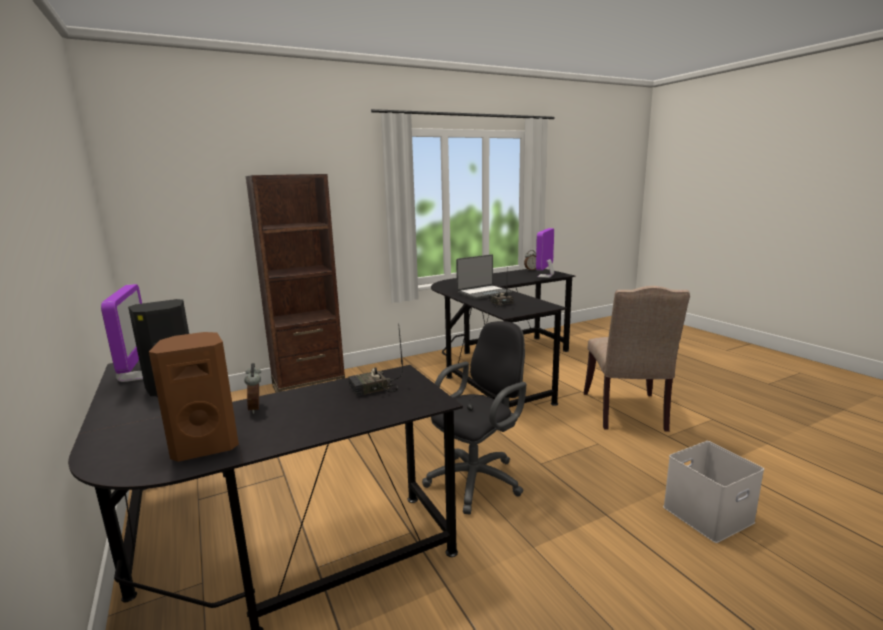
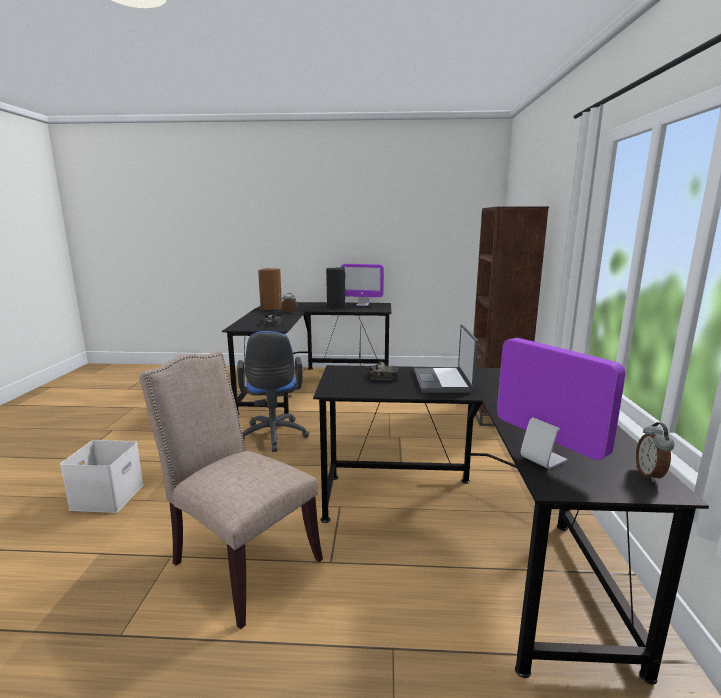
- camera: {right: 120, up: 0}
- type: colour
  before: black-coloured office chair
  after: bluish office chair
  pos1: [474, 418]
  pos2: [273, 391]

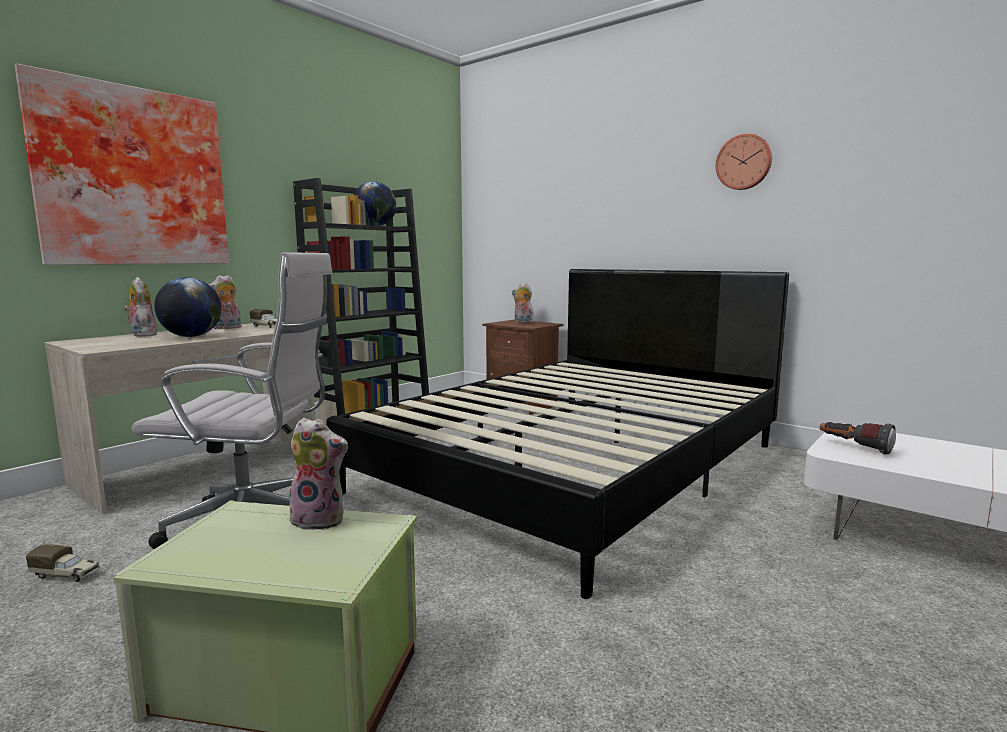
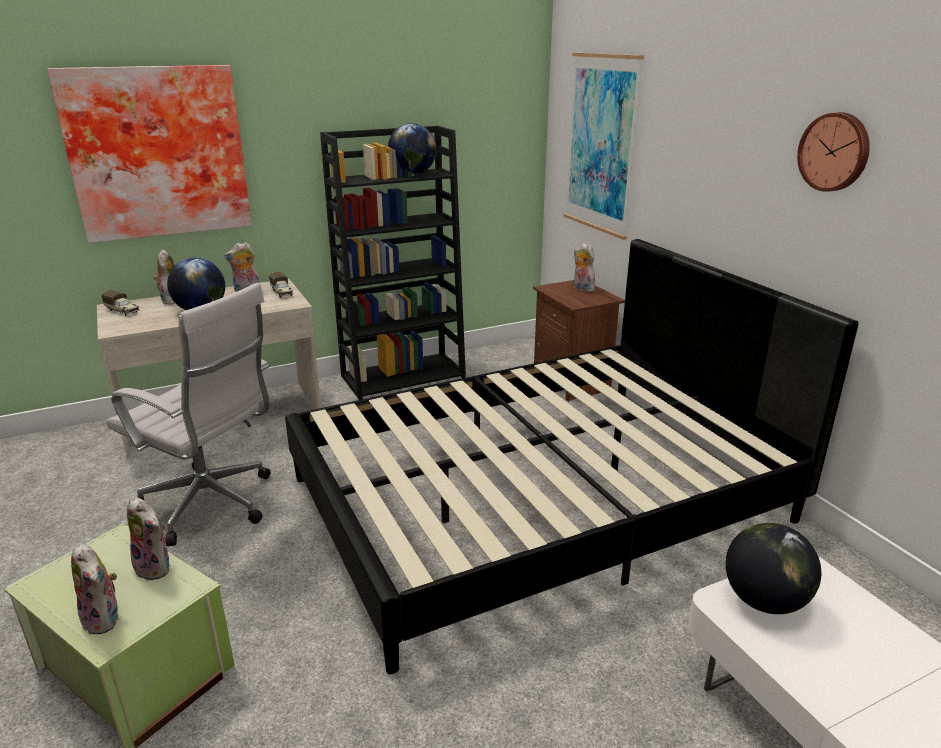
- camera: {right: 25, up: 15}
- type: exchanged
  before: hand torch
  after: world globe
  pos1: [858, 438]
  pos2: [773, 568]
- type: relocated
  before: toy lorry
  pos1: [63, 563]
  pos2: [120, 303]
- type: appeared
  after: wall art
  pos2: [603, 146]
- type: appeared
  after: soft toy
  pos2: [95, 588]

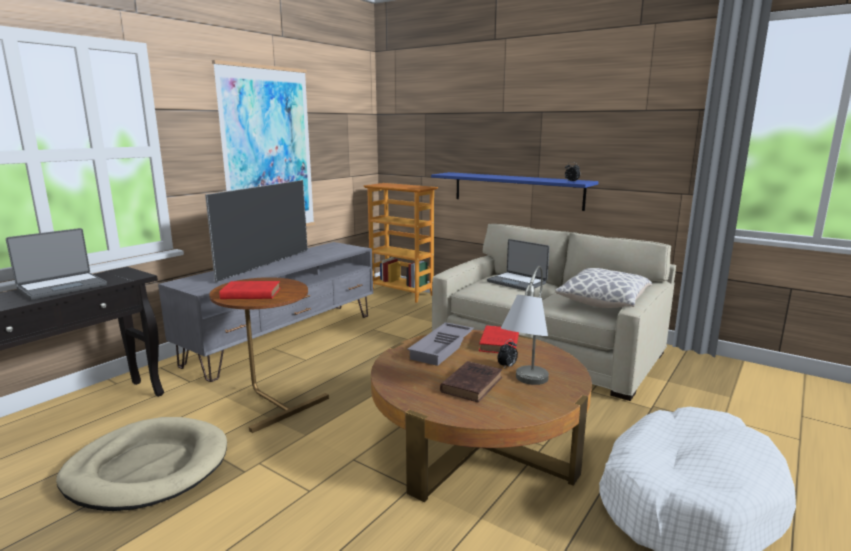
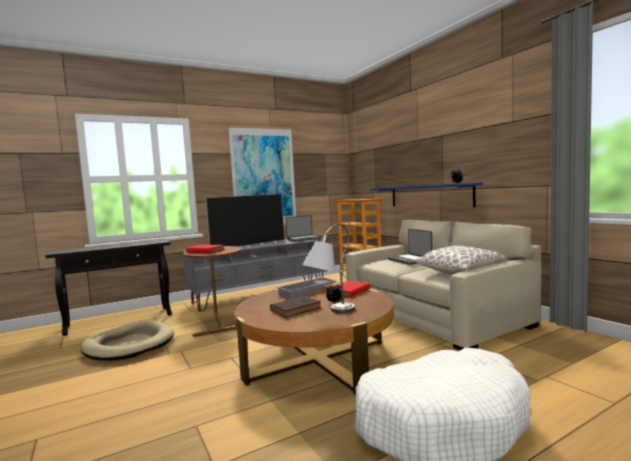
- camera: {right: 25, up: -10}
- type: relocated
  before: laptop
  pos1: [56, 264]
  pos2: [303, 228]

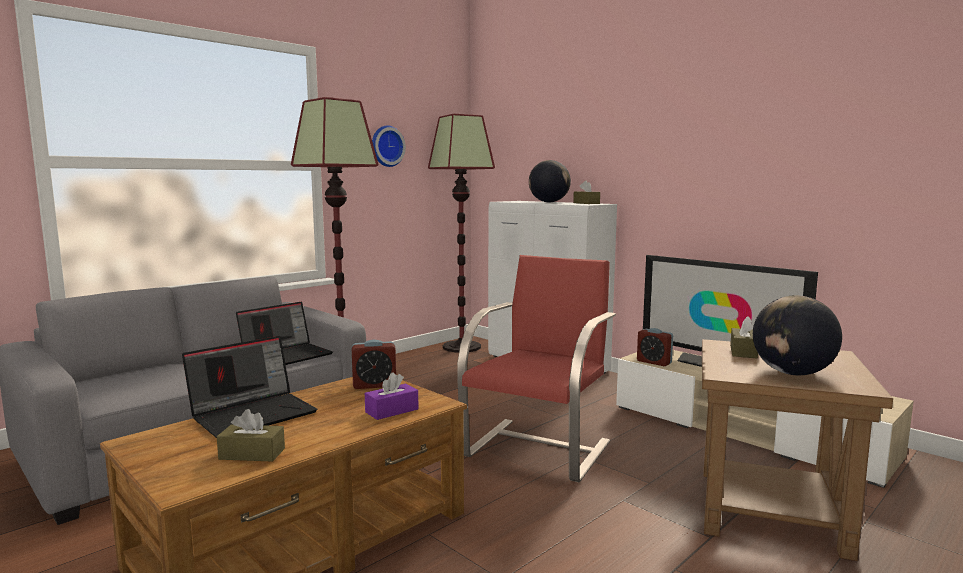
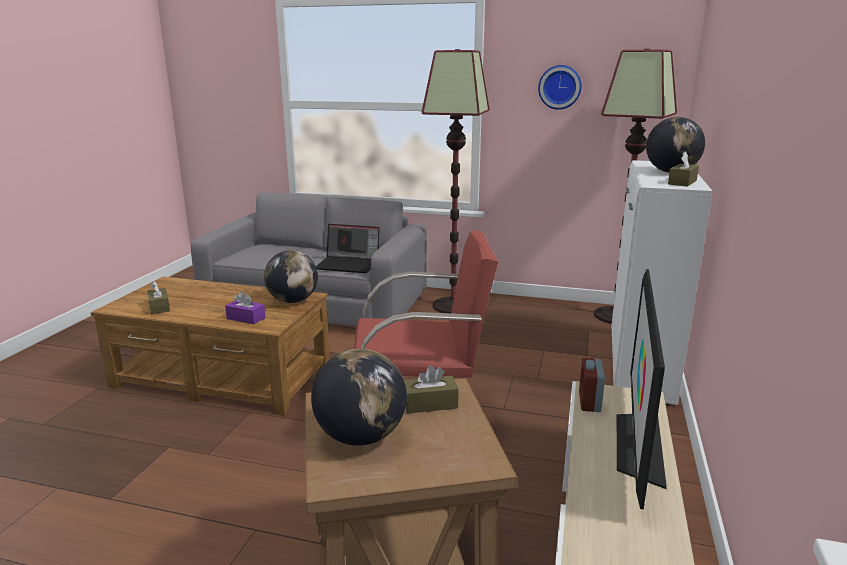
- camera: {right: 60, up: 10}
- type: missing
  before: laptop
  pos1: [249, 387]
- type: exchanged
  before: alarm clock
  after: world globe
  pos1: [374, 364]
  pos2: [291, 276]

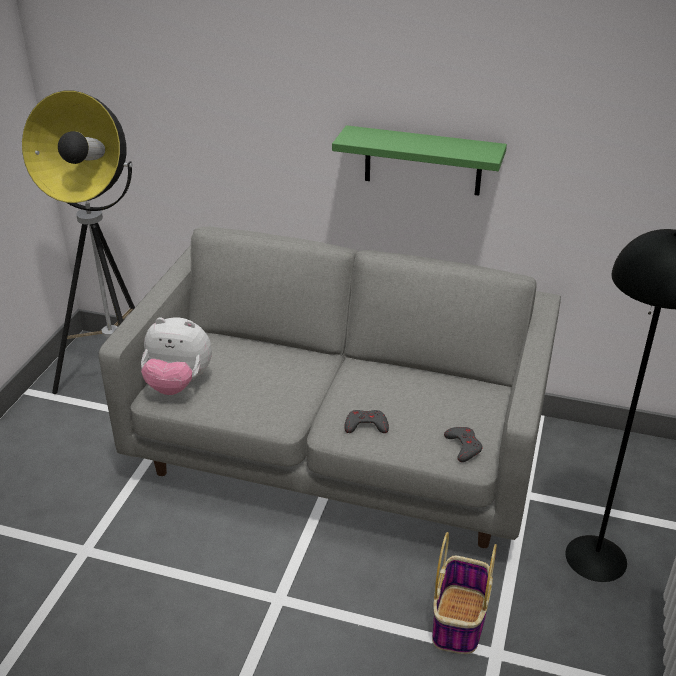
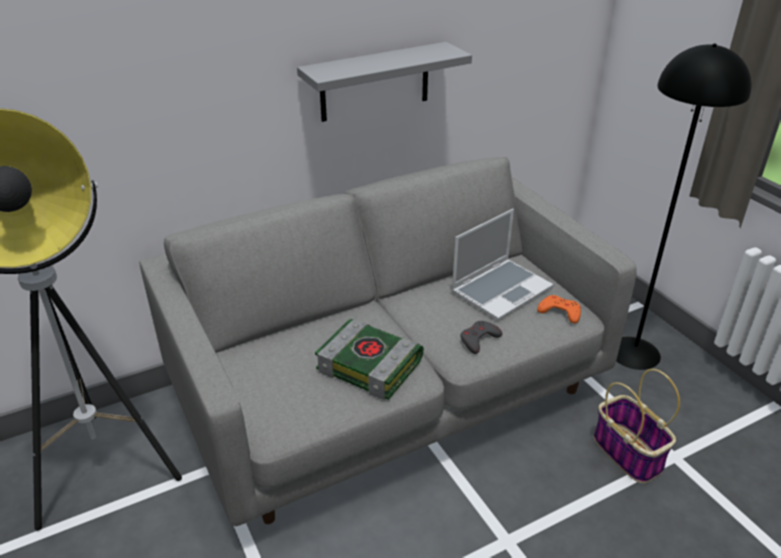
- camera: {right: -45, up: 0}
- type: colour
  before: green wall shelf
  after: greyish wall shelf
  pos1: [419, 160]
  pos2: [384, 82]
- type: missing
  before: soft toy
  pos1: [176, 356]
- type: colour
  before: greyish game controller
  after: orange game controller
  pos1: [463, 444]
  pos2: [559, 309]
- type: appeared
  after: laptop
  pos2: [502, 265]
- type: appeared
  after: bound book
  pos2: [369, 359]

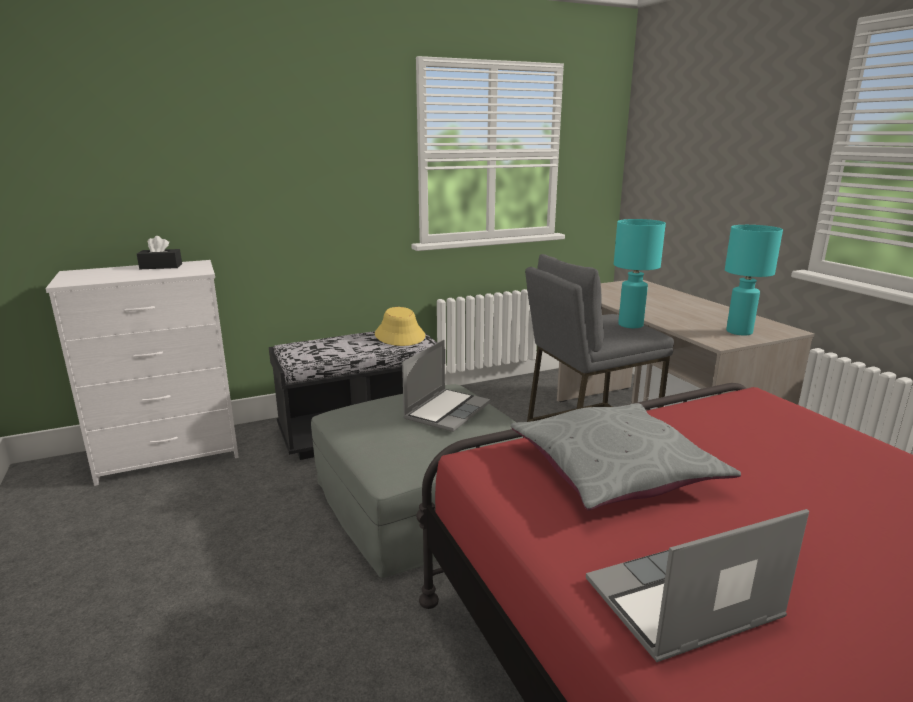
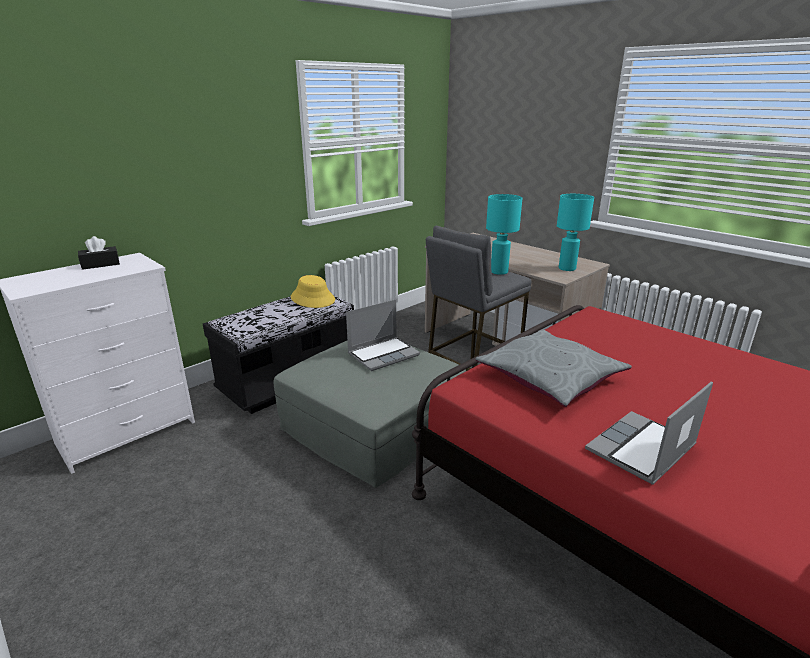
- camera: {right: -20, up: 5}
- type: spun
  before: laptop
  pos1: [446, 386]
  pos2: [383, 335]
  turn: 45

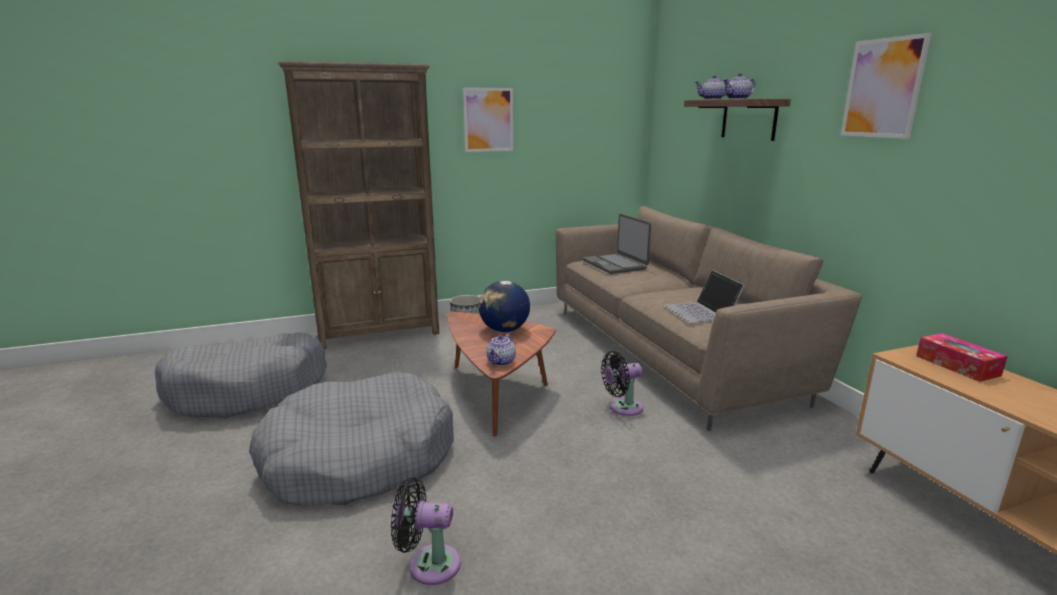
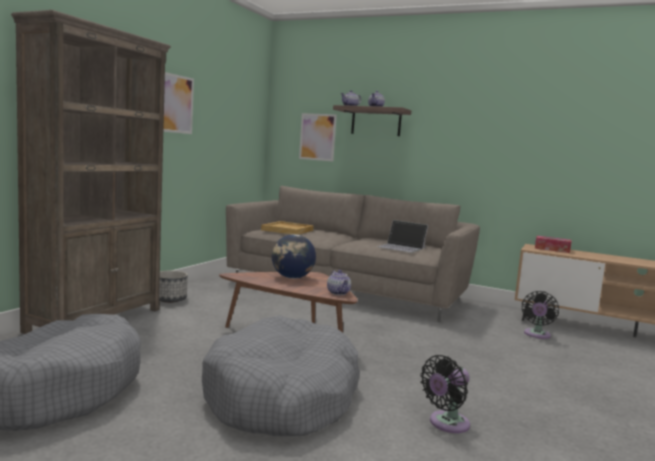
- camera: {right: -45, up: -10}
- type: relocated
  before: wall art
  pos1: [886, 86]
  pos2: [318, 137]
- type: exchanged
  before: laptop
  after: beige-coloured carrying tray
  pos1: [617, 244]
  pos2: [287, 228]
- type: relocated
  before: black-coloured fan
  pos1: [622, 383]
  pos2: [540, 315]

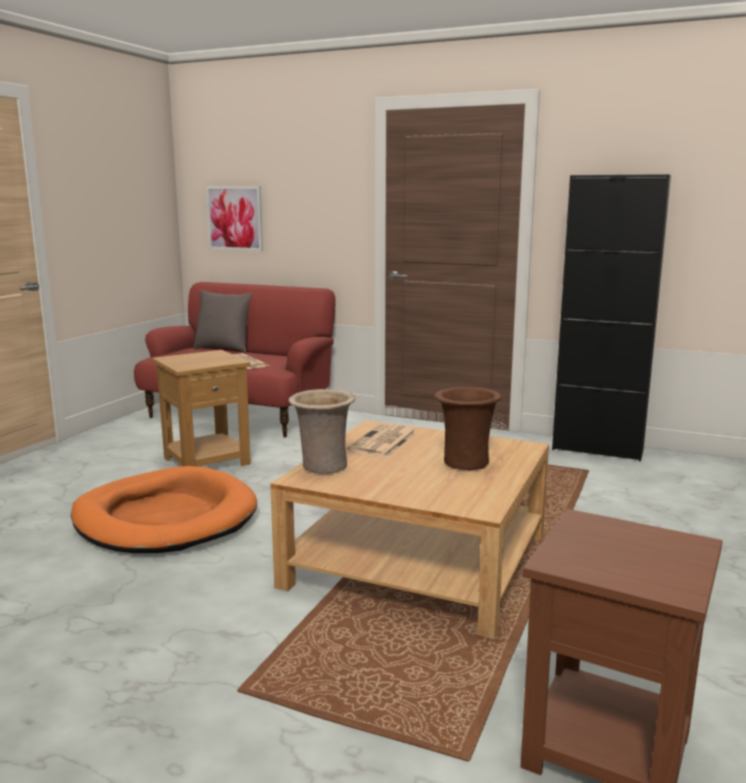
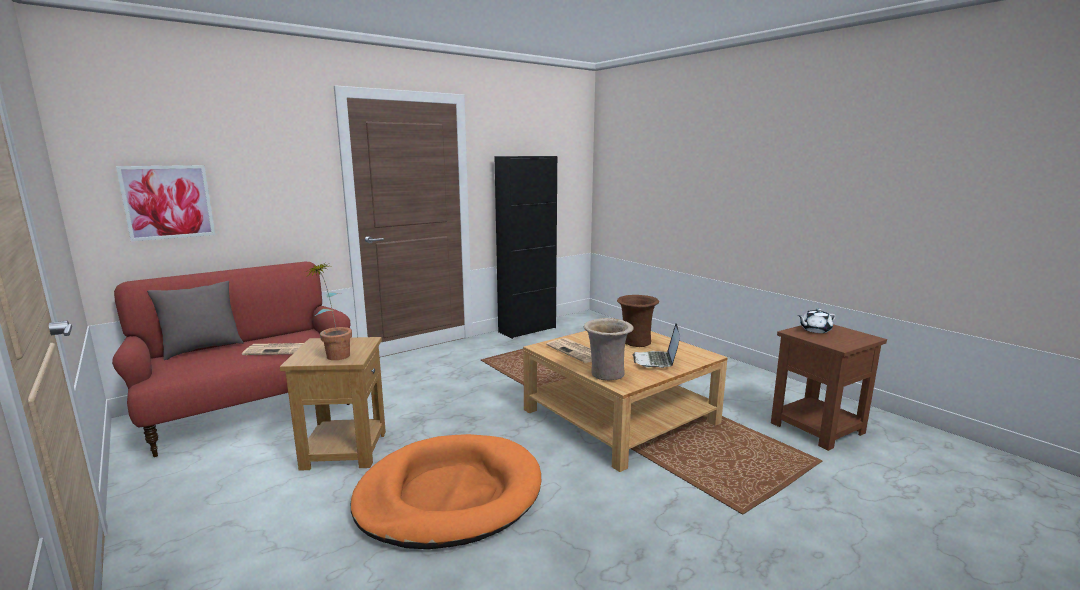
- camera: {right: -60, up: 0}
- type: appeared
  after: plant in a pot
  pos2: [328, 311]
- type: appeared
  after: white tea pot
  pos2: [817, 320]
- type: appeared
  after: laptop
  pos2: [656, 345]

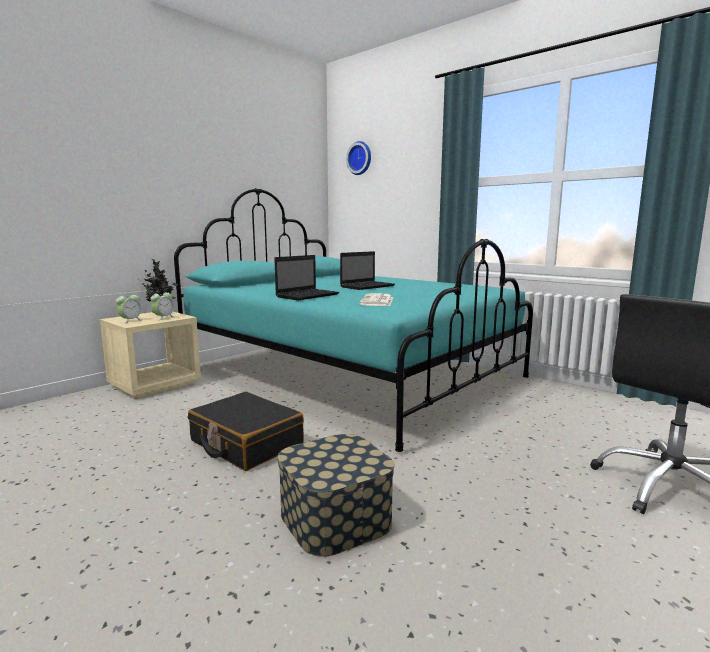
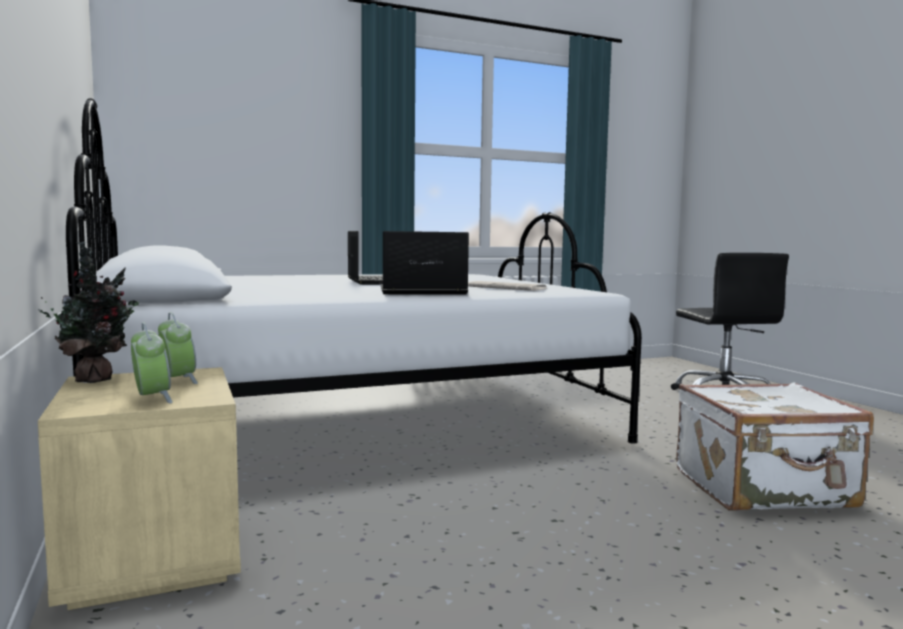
- camera: {right: -65, up: -5}
- type: missing
  before: wall clock
  pos1: [358, 158]
- type: colour
  before: turquoise-coloured bedroom bed
  after: white bedroom bed
  pos1: [353, 320]
  pos2: [354, 271]
- type: spun
  before: laptop
  pos1: [306, 278]
  pos2: [425, 262]
  turn: -75
- type: missing
  before: black-coloured suitcase
  pos1: [246, 431]
- type: exchanged
  before: storage bin
  after: white suitcase
  pos1: [336, 495]
  pos2: [775, 446]

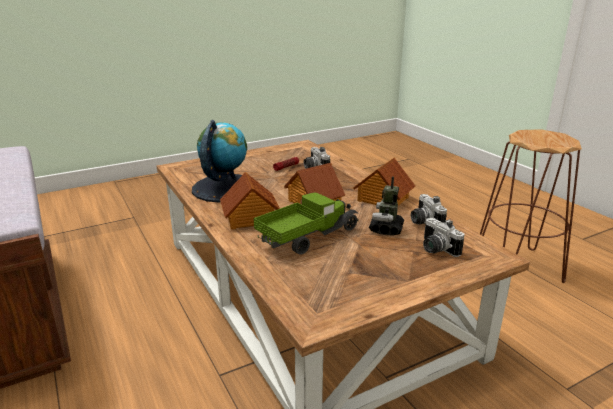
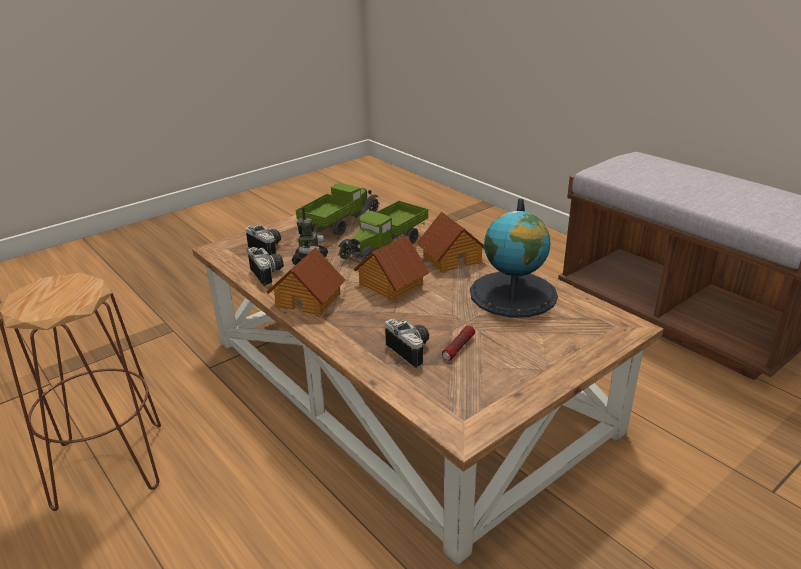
- camera: {right: 170, up: 5}
- type: appeared
  after: toy lorry
  pos2: [338, 209]

